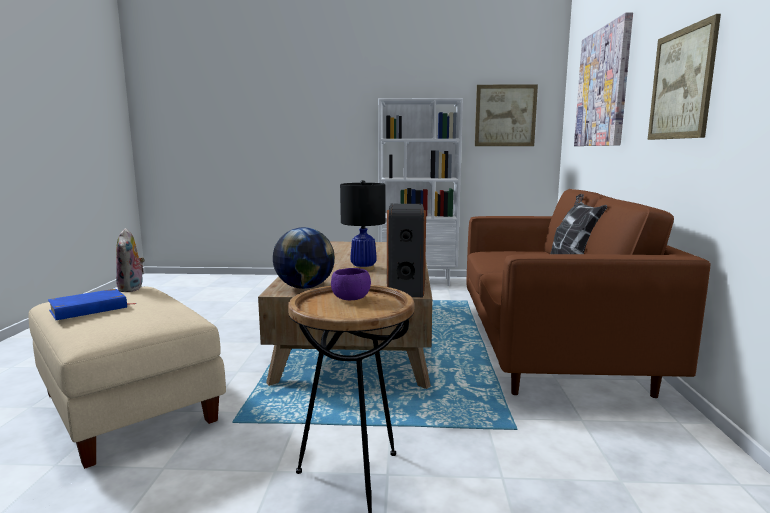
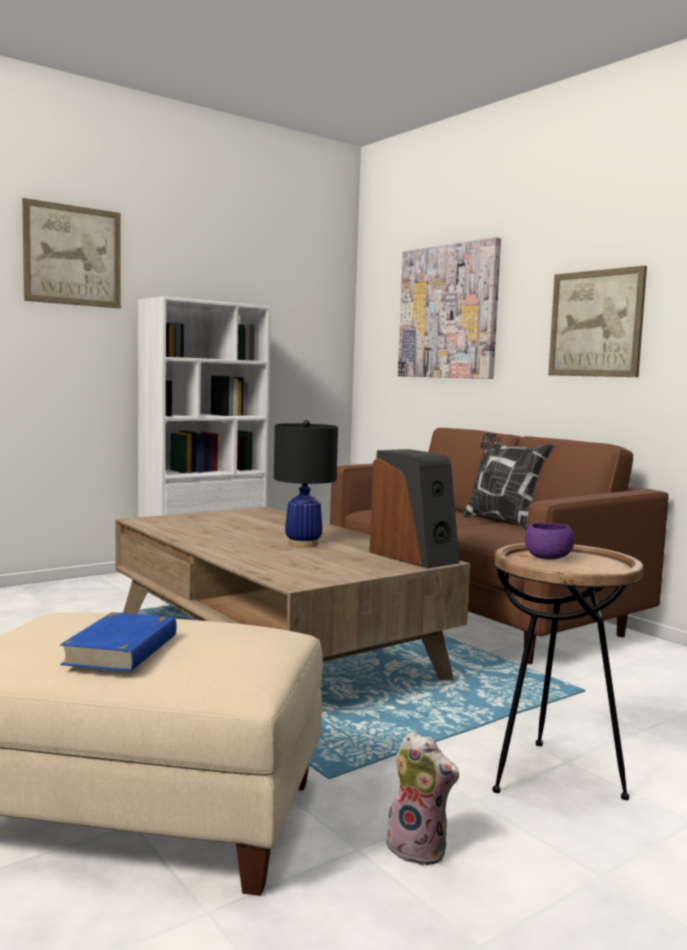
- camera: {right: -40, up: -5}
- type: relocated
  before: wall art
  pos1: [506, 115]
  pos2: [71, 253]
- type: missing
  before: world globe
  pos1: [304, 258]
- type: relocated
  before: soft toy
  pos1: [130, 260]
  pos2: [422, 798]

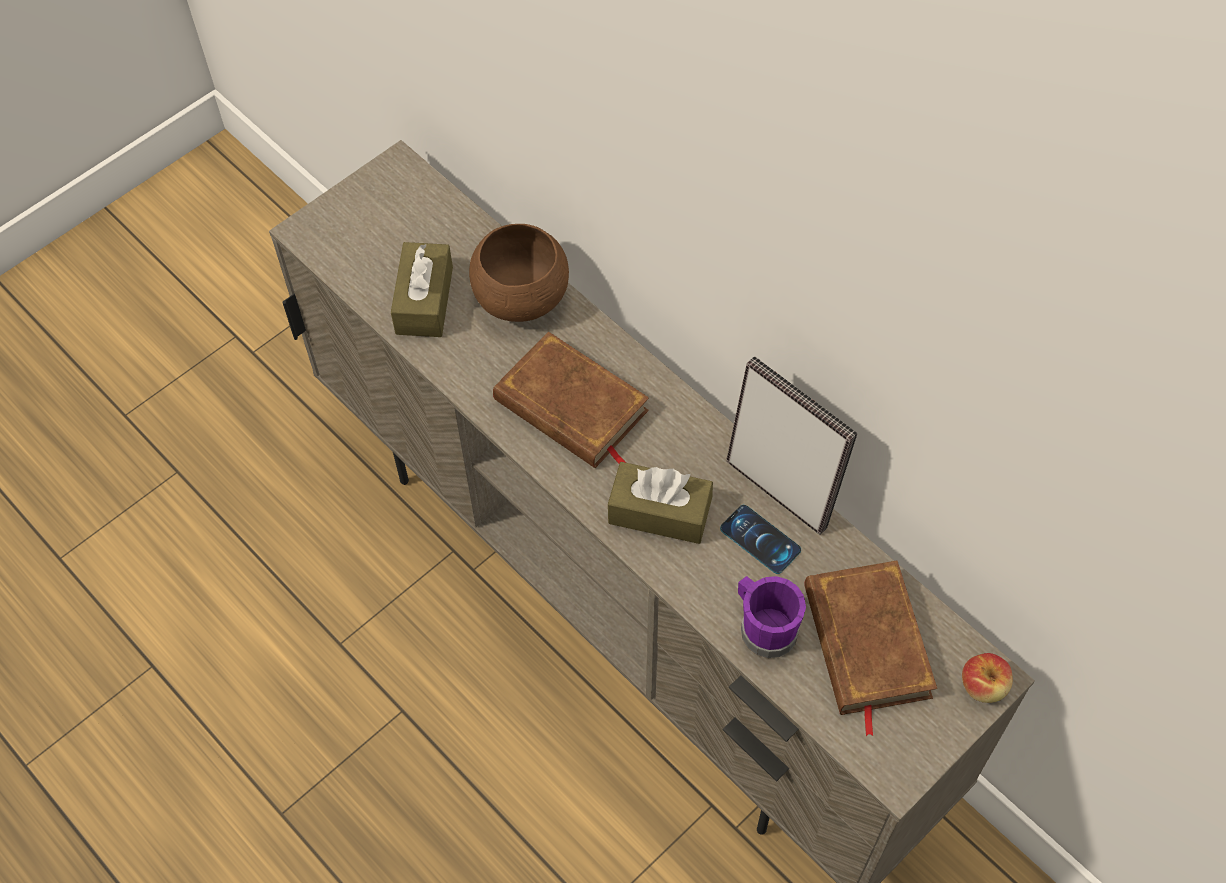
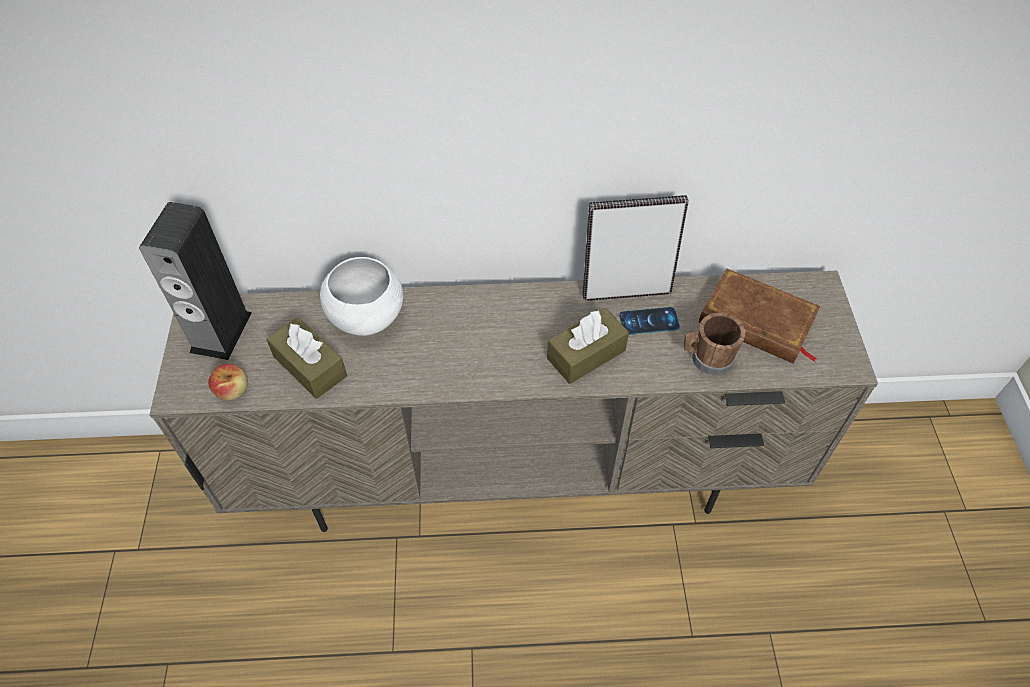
- camera: {right: -50, up: -5}
- type: colour
  before: brown-coloured bowl
  after: white bowl
  pos1: [519, 273]
  pos2: [361, 296]
- type: missing
  before: brown-coloured bound book
  pos1: [571, 400]
- type: colour
  before: purplish tea mug
  after: brown-coloured tea mug
  pos1: [772, 617]
  pos2: [714, 344]
- type: relocated
  before: whole apple
  pos1: [987, 678]
  pos2: [228, 382]
- type: appeared
  after: speaker
  pos2: [195, 281]

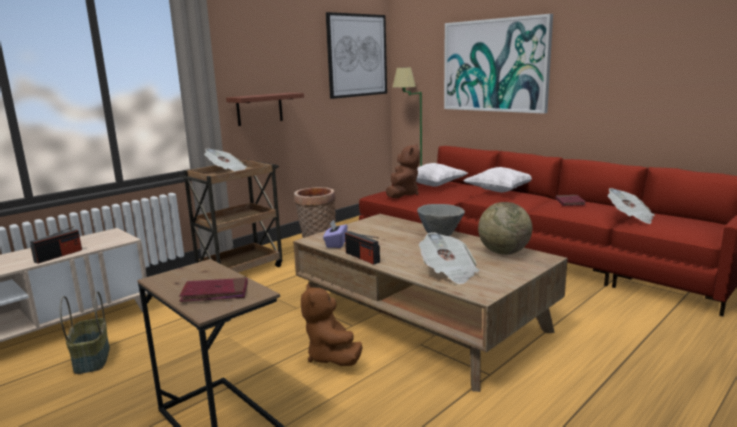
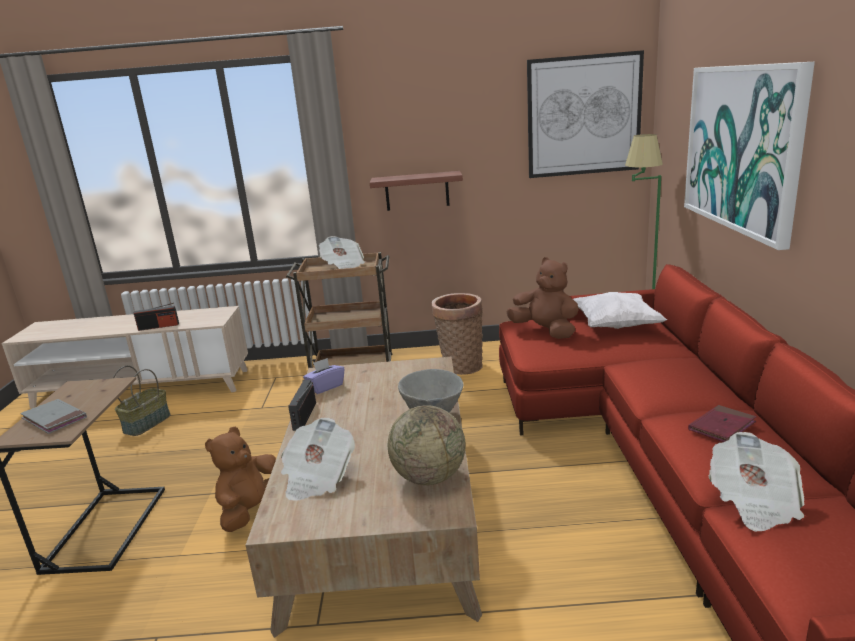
- camera: {right: 45, up: 5}
- type: spun
  before: brown-coloured soft toy
  pos1: [403, 171]
  pos2: [542, 298]
  turn: -105
- type: missing
  before: white pillow
  pos1: [498, 180]
- type: colour
  before: red bound book
  after: greyish bound book
  pos1: [213, 289]
  pos2: [53, 416]

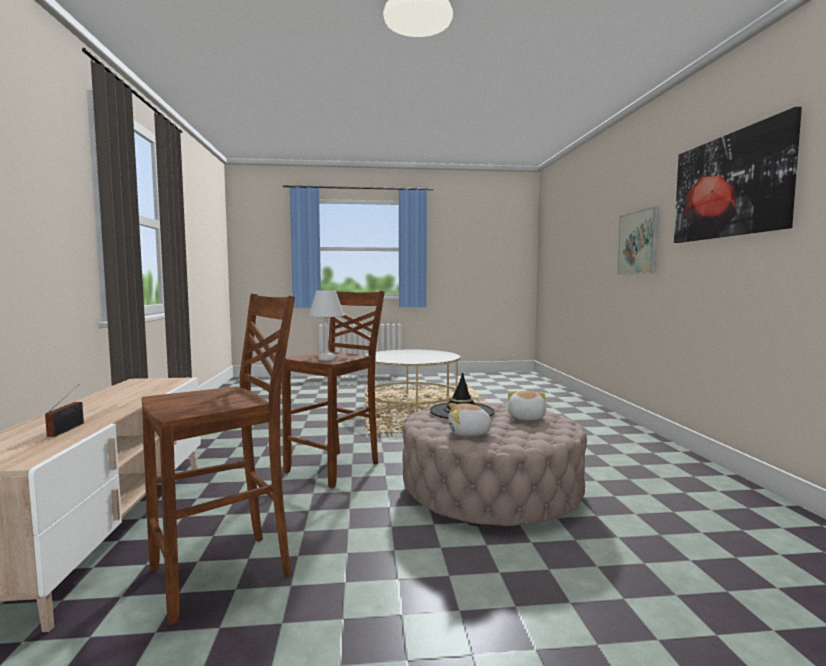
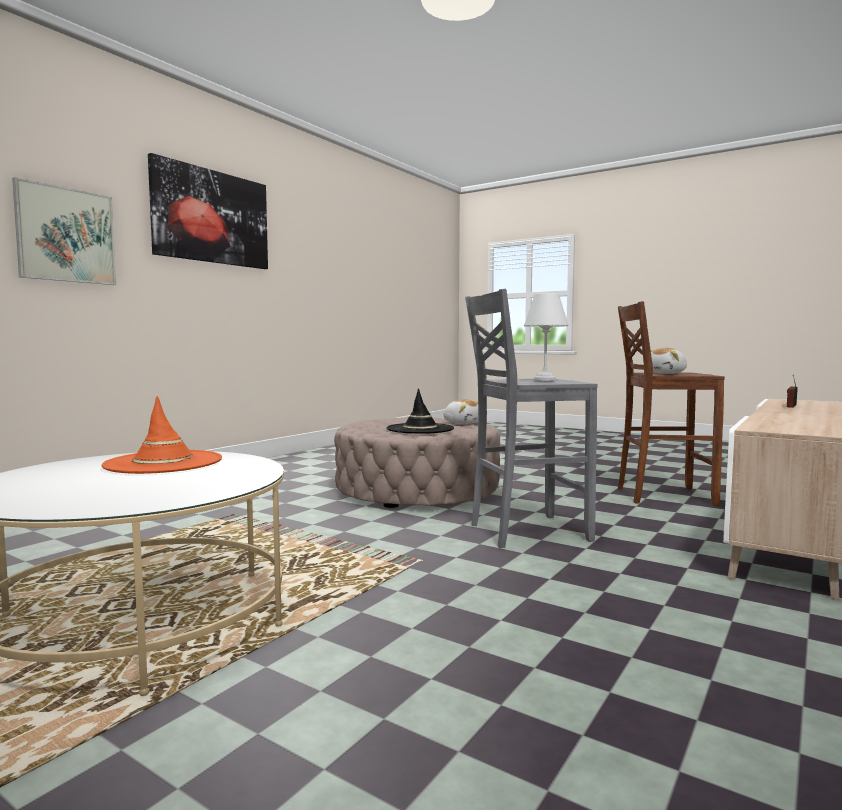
- camera: {right: -140, up: 0}
- type: colour
  before: brown-coloured stool seat
  after: greyish stool seat
  pos1: [333, 389]
  pos2: [531, 418]
- type: relocated
  before: soft toy
  pos1: [527, 406]
  pos2: [669, 361]
- type: appeared
  after: orange hat
  pos2: [162, 435]

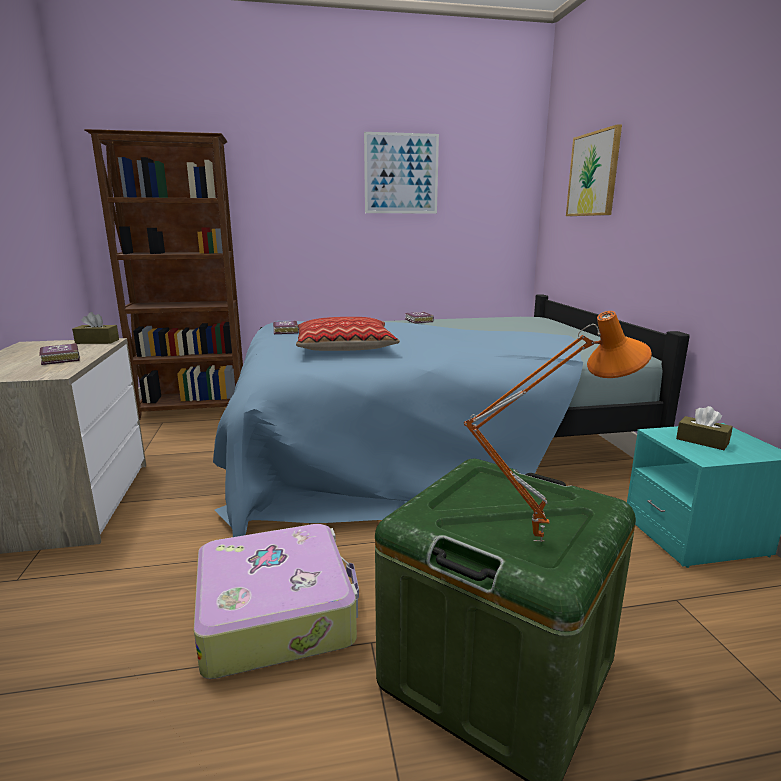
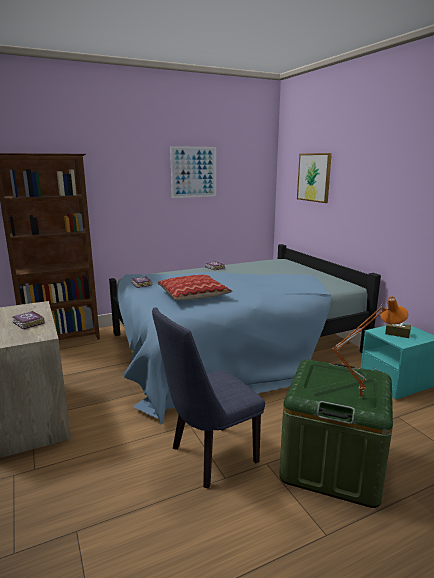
- camera: {right: -15, up: 0}
- type: missing
  before: brown-coloured box of tissues
  pos1: [95, 328]
- type: exchanged
  before: suitcase
  after: bluish chair
  pos1: [276, 601]
  pos2: [208, 398]

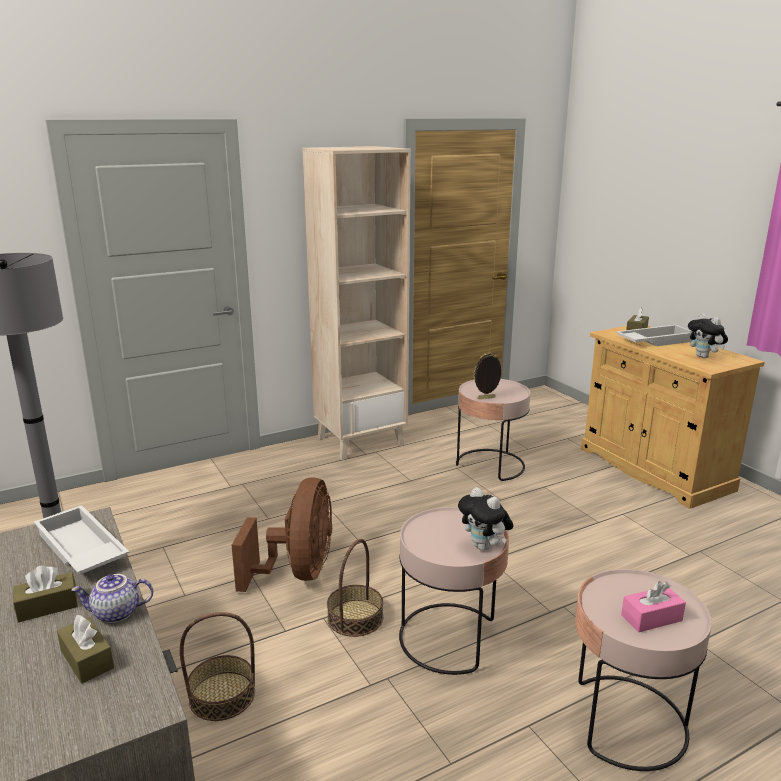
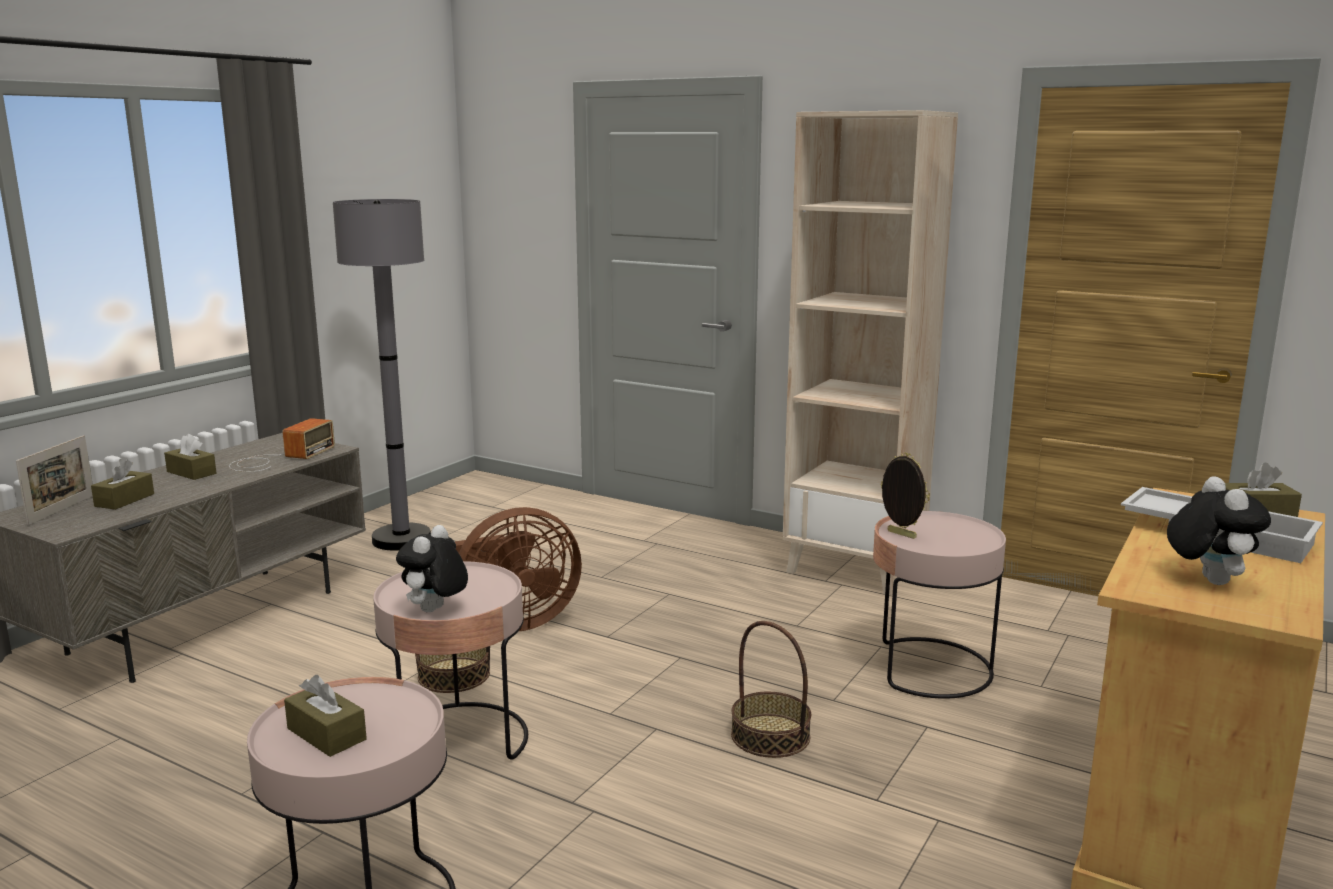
- camera: {right: 60, up: -5}
- type: spun
  before: soft toy
  pos1: [708, 335]
  pos2: [1219, 530]
  turn: 150
- type: exchanged
  before: white carrying tray
  after: radio set
  pos1: [81, 539]
  pos2: [282, 445]
- type: missing
  before: tea pot
  pos1: [112, 598]
- type: colour
  before: pinkish box of tissues
  after: brown-coloured box of tissues
  pos1: [653, 606]
  pos2: [325, 716]
- type: relocated
  before: household basket
  pos1: [217, 666]
  pos2: [771, 689]
- type: appeared
  after: photo frame
  pos2: [54, 480]

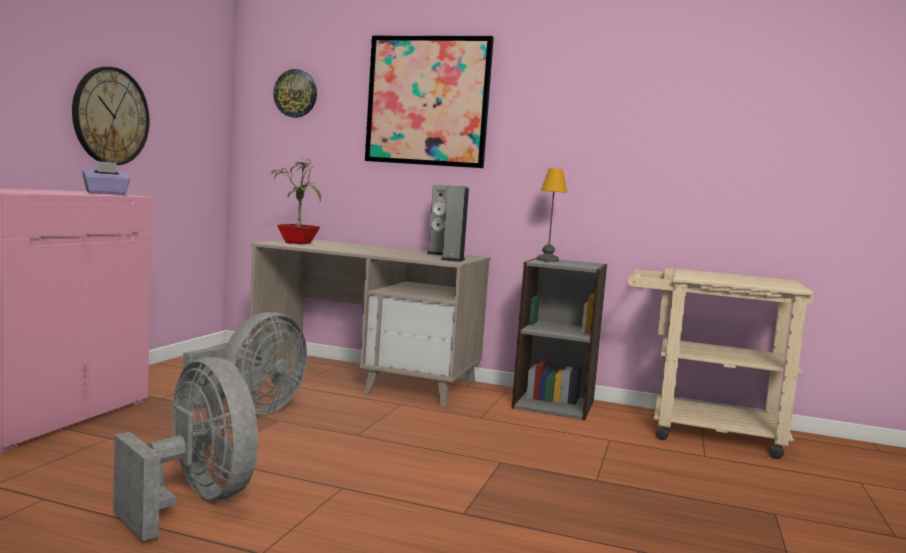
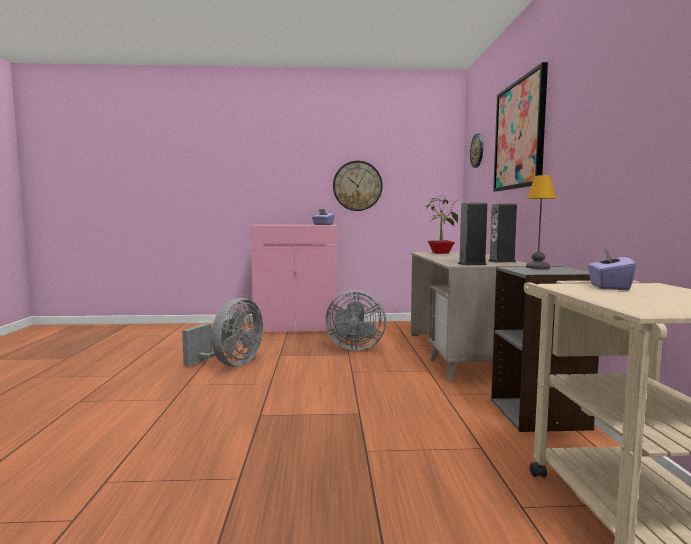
- camera: {right: 70, up: 0}
- type: appeared
  after: purplish box of tissues
  pos2: [611, 268]

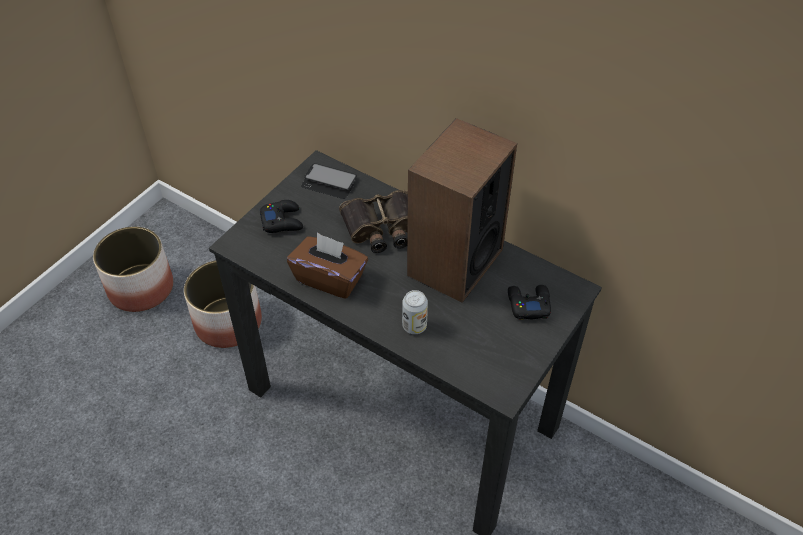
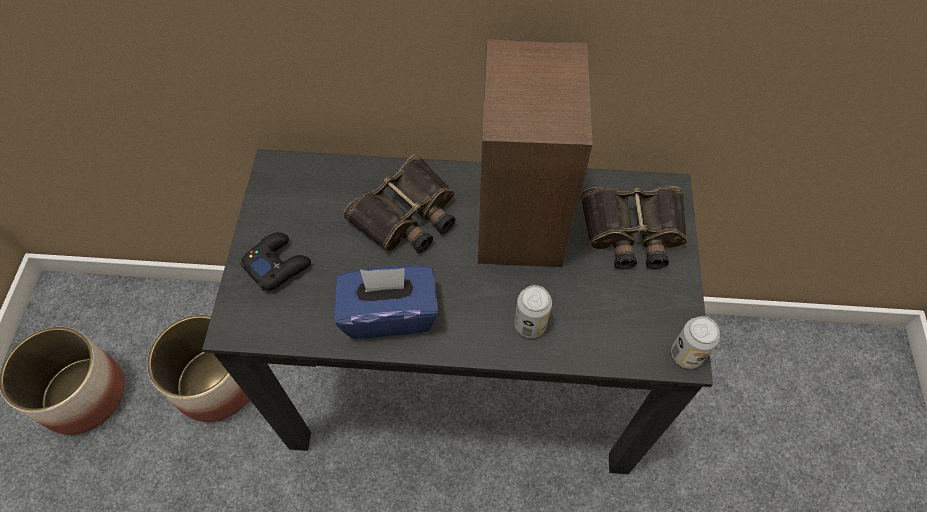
- camera: {right: -30, up: 10}
- type: missing
  before: handset
  pos1: [329, 181]
- type: colour
  before: brown-coloured box of tissues
  after: bluish box of tissues
  pos1: [327, 265]
  pos2: [386, 301]
- type: exchanged
  before: black-coloured game controller
  after: field glasses
  pos1: [529, 302]
  pos2: [633, 227]
- type: appeared
  after: sealed can
  pos2: [695, 342]

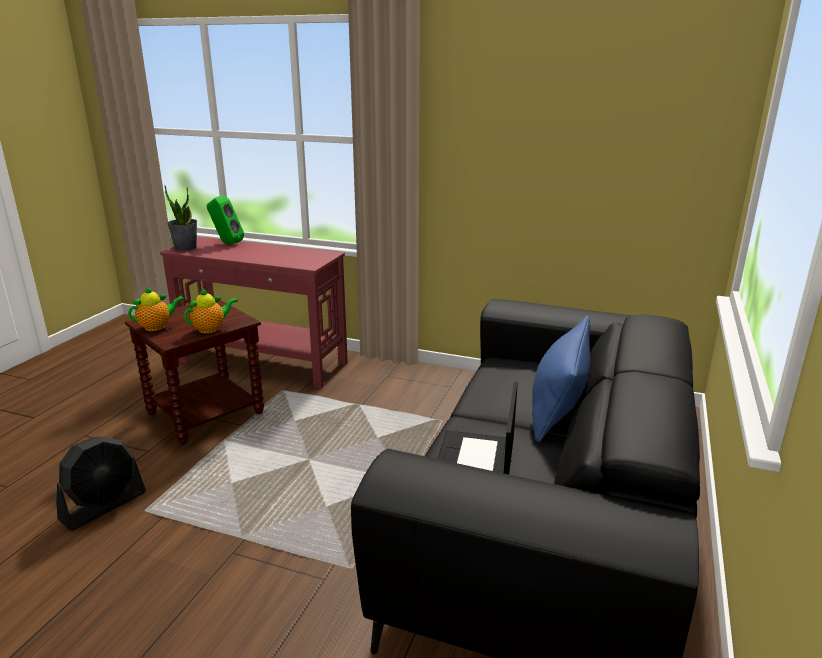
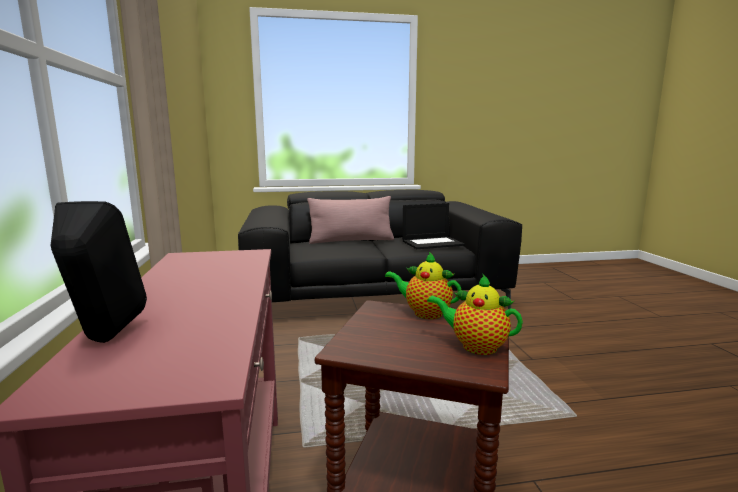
- camera: {right: -120, up: -10}
- type: missing
  before: plant in a pot
  pos1: [181, 218]
- type: colour
  before: green speaker
  after: black-coloured speaker
  pos1: [225, 219]
  pos2: [98, 272]
- type: colour
  before: bluish pillow
  after: pinkish pillow
  pos1: [561, 379]
  pos2: [350, 220]
- type: missing
  before: black-coloured fan
  pos1: [101, 483]

